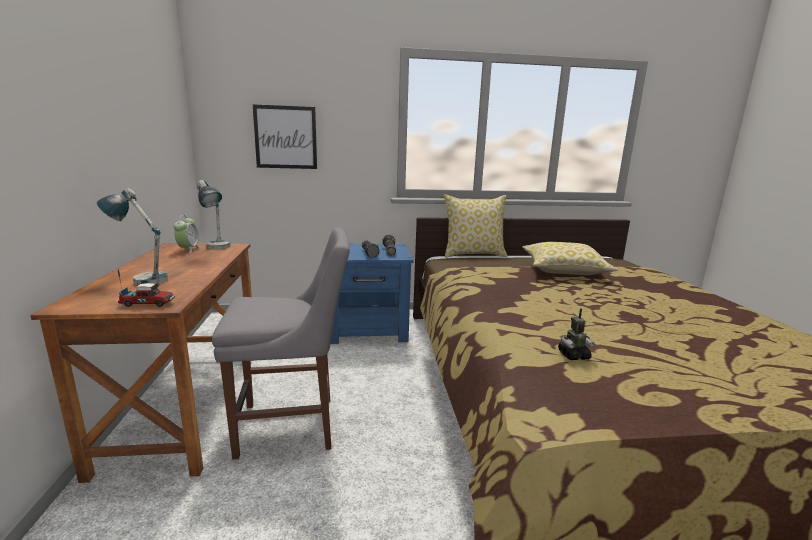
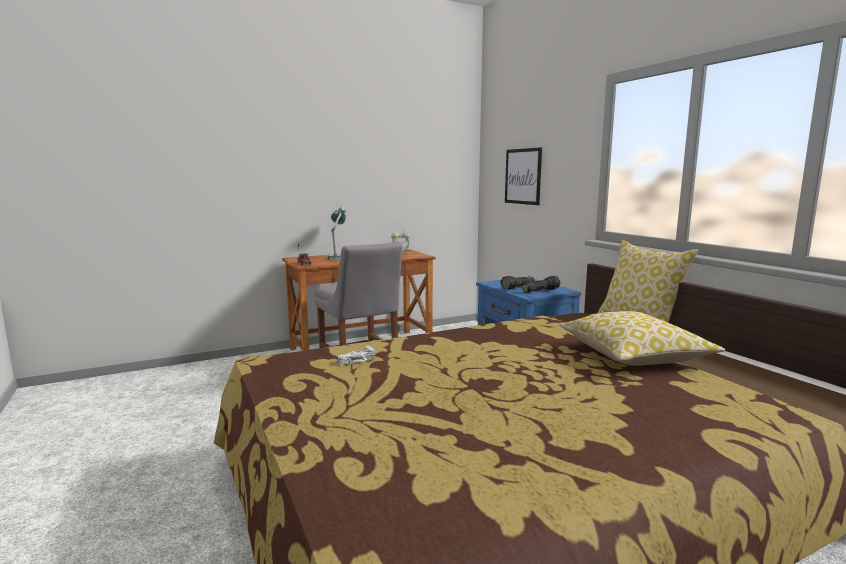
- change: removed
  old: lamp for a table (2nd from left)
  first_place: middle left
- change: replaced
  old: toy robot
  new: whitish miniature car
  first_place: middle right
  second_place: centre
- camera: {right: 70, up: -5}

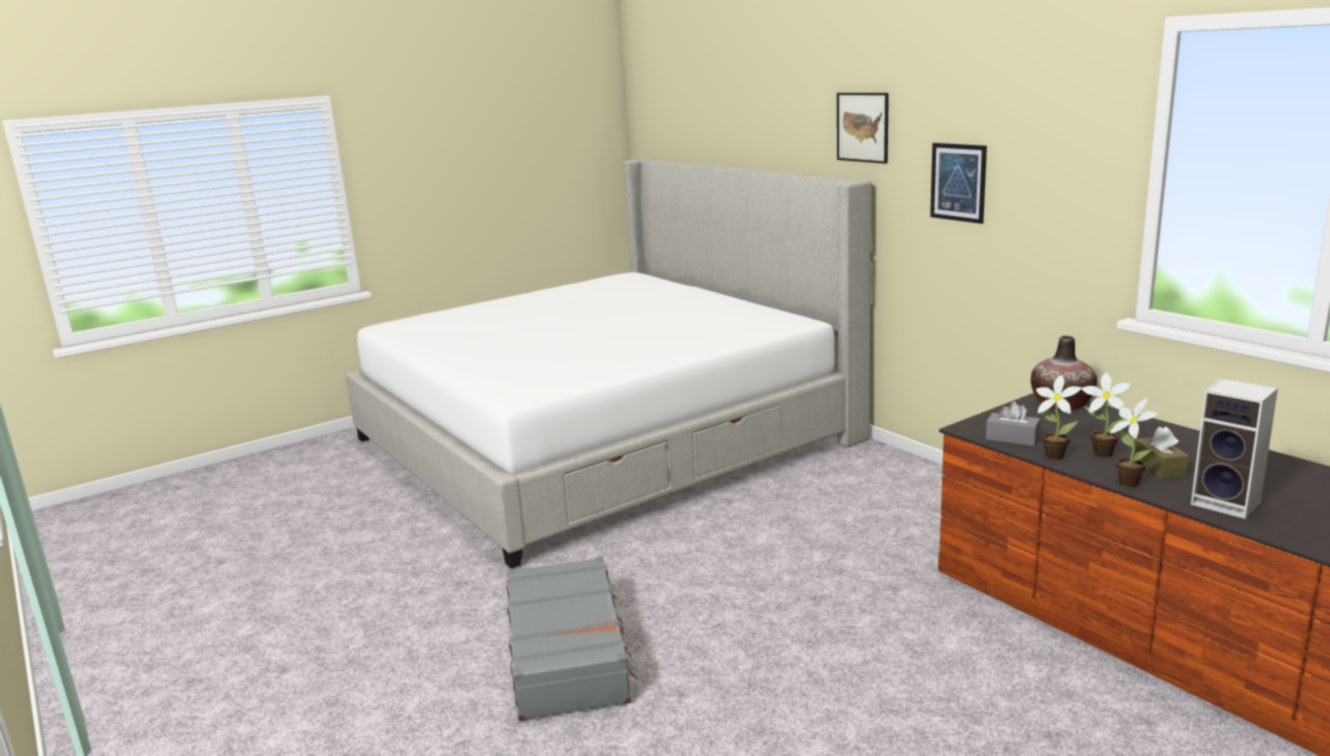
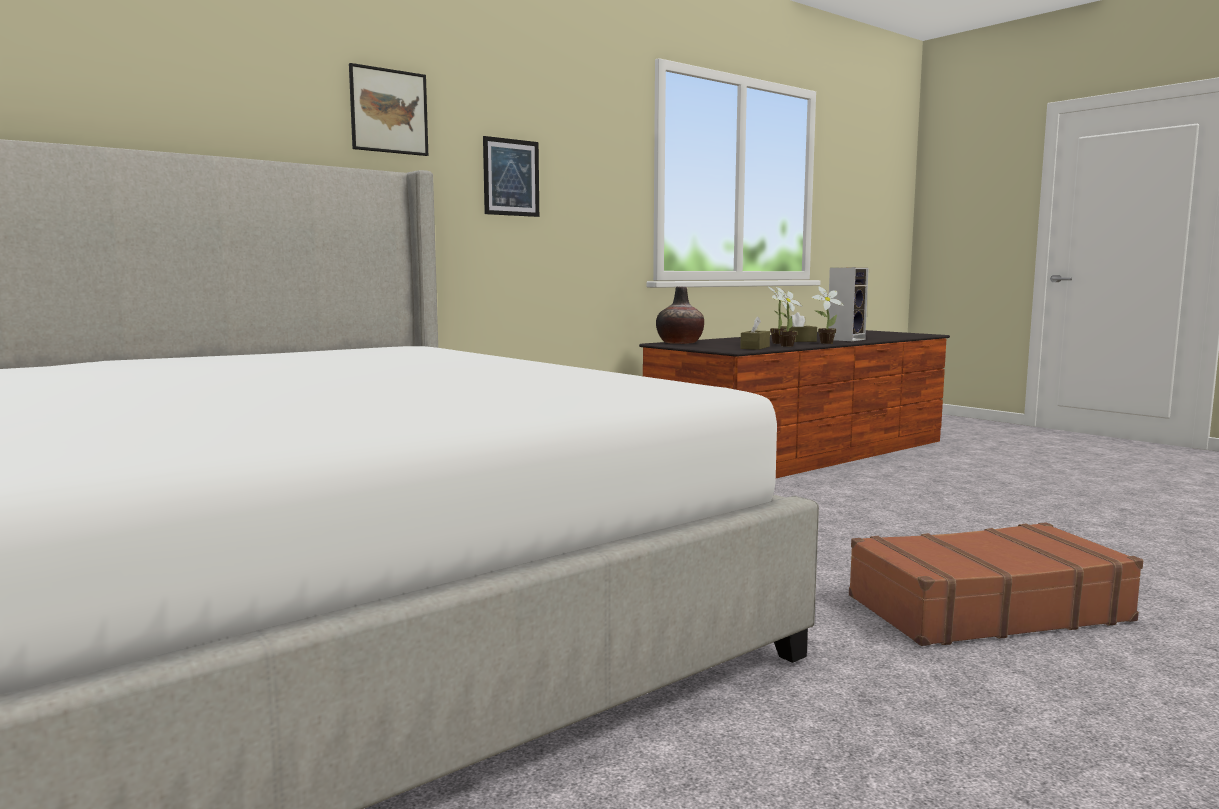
- change: recoloured
  old: gray travel case
  new: brown-coloured travel case
  first_place: bottom centre
  second_place: bottom right
- change: recoloured
  old: gray box of tissues
  new: brown-coloured box of tissues (1st from left)
  first_place: middle right
  second_place: centre
- camera: {right: -95, up: -10}

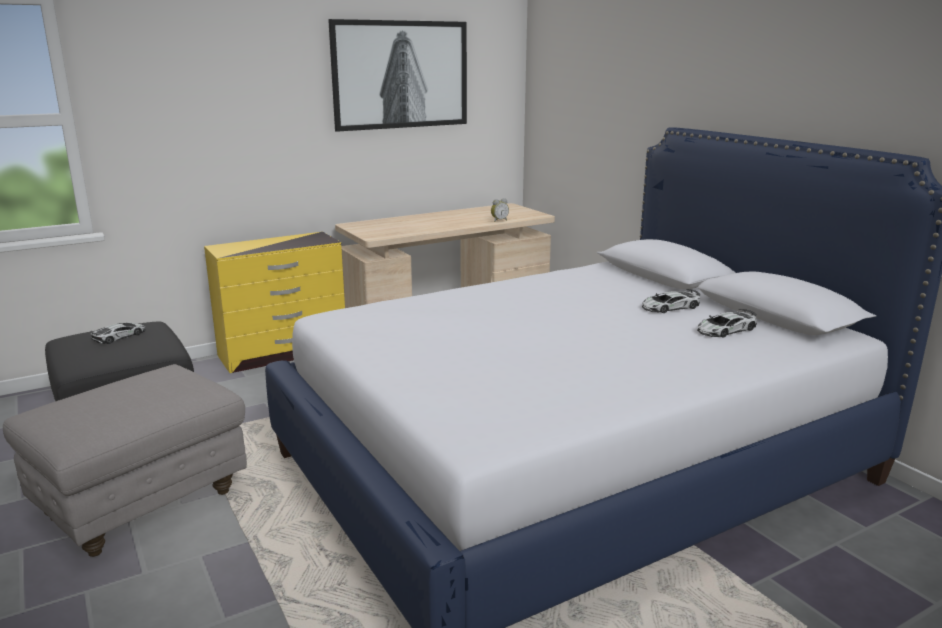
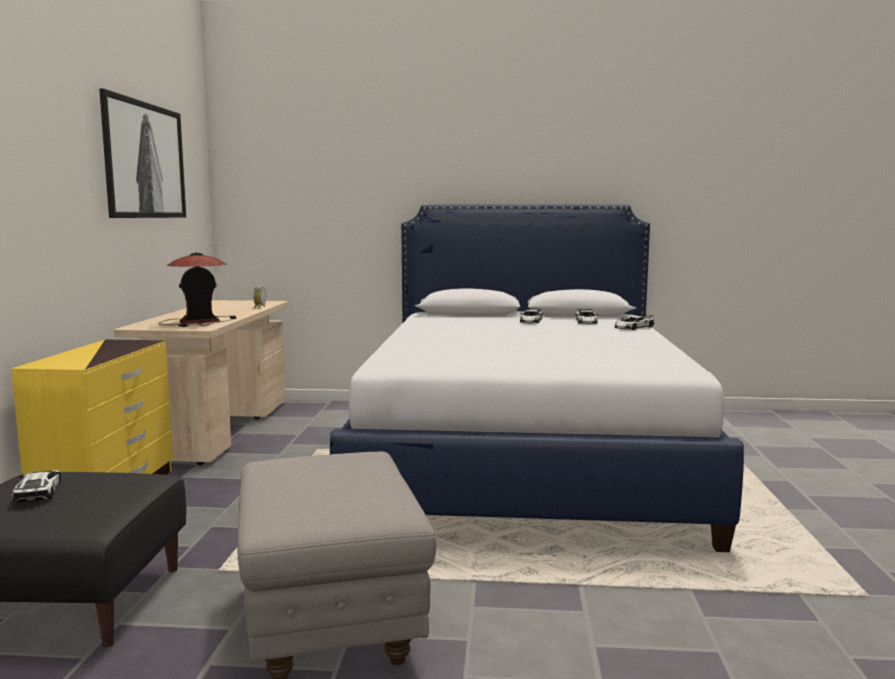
- change: added
  new: lamp for a table
  second_place: middle left
- change: added
  new: miniature car (4th from left)
  second_place: middle right
- camera: {right: -55, up: -10}

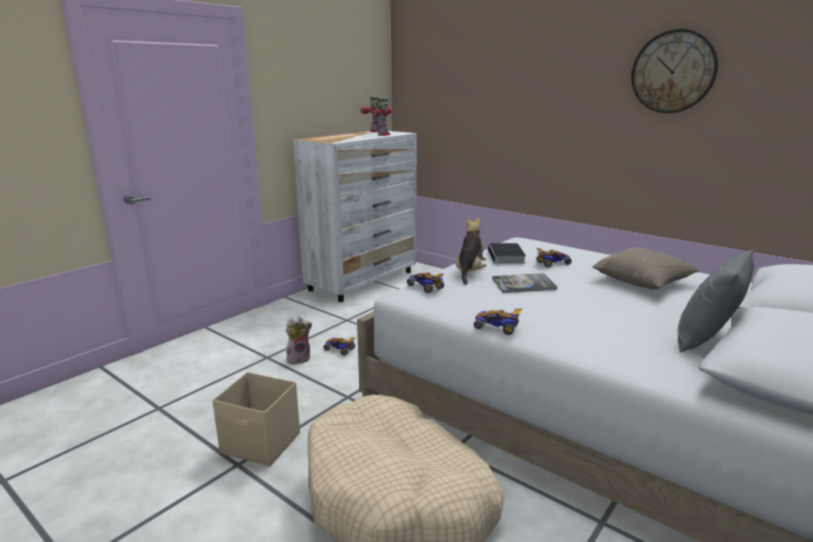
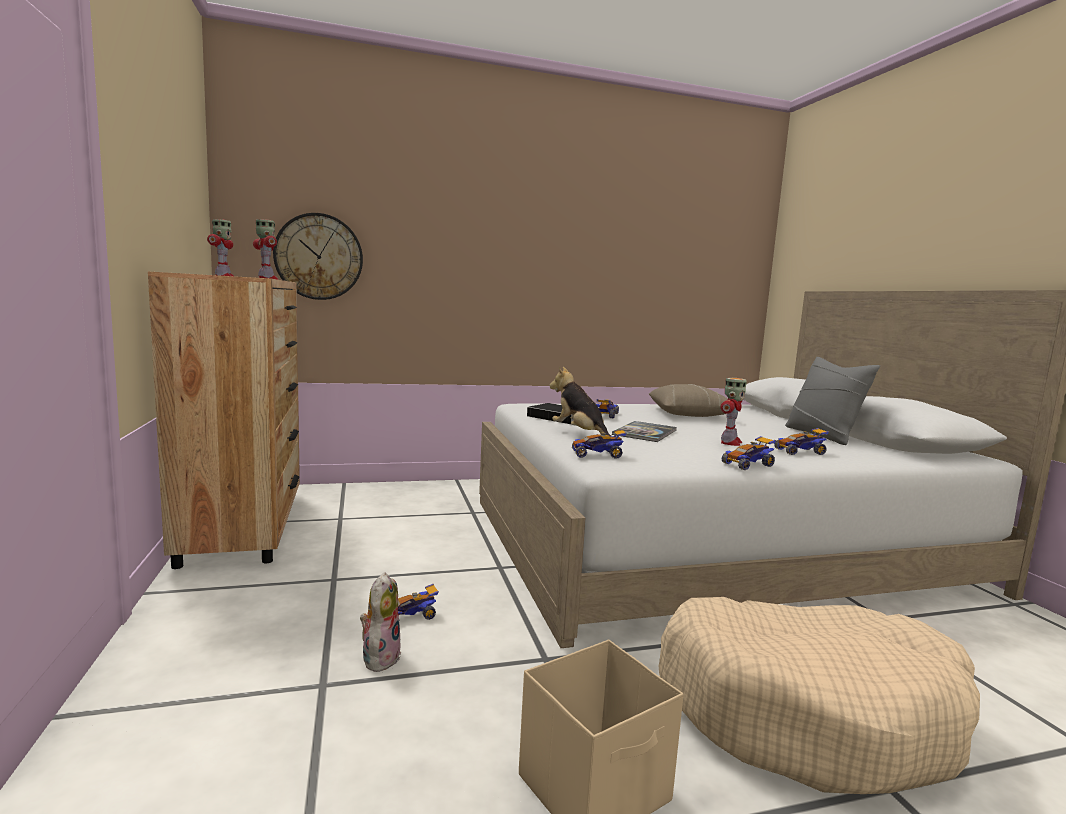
- change: added
  new: toy robot (3rd from left)
  second_place: middle right
- change: added
  new: miniature car (5th from left)
  second_place: middle right
- change: moved
  old: wall clock
  first_place: top right
  second_place: top left
- change: recoloured
  old: whitish dresser
  new: brown-coloured dresser
  first_place: centre
  second_place: middle left
- camera: {right: -55, up: -10}

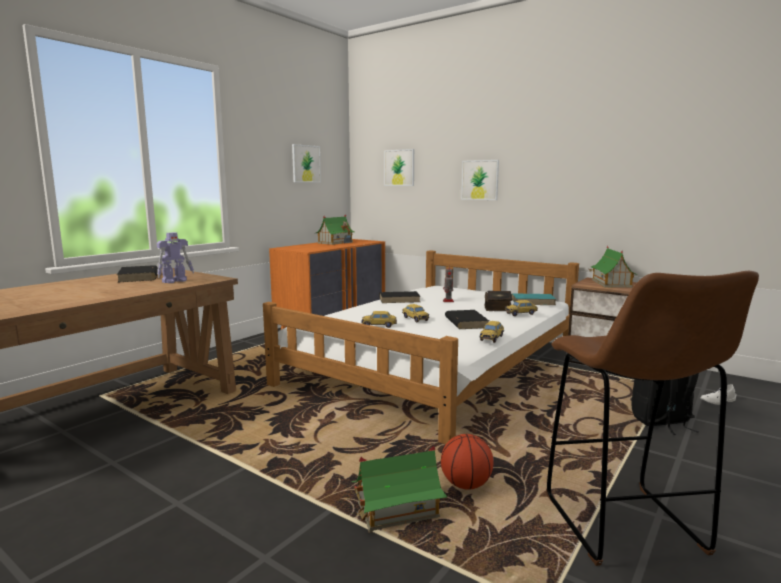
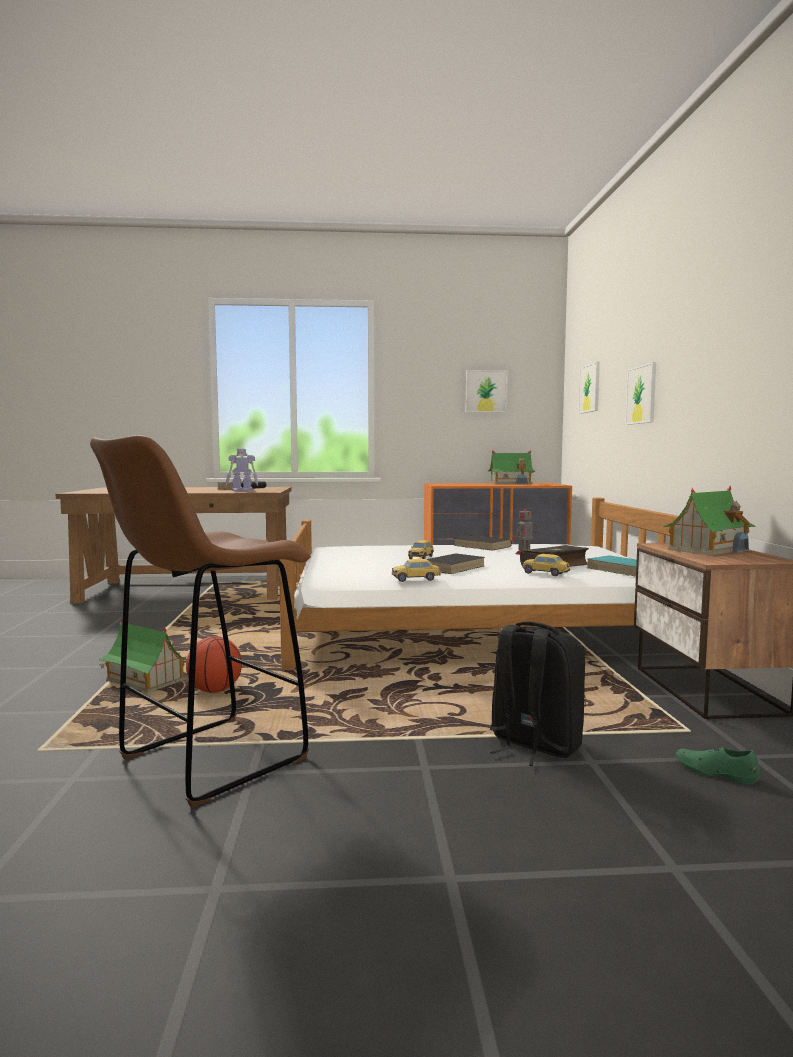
- change: removed
  old: miniature car (1st from left)
  first_place: centre
- change: recoloured
  old: whitish item of footwear
  new: green item of footwear
  first_place: bottom right
  second_place: bottom right
- camera: {right: 50, up: -5}

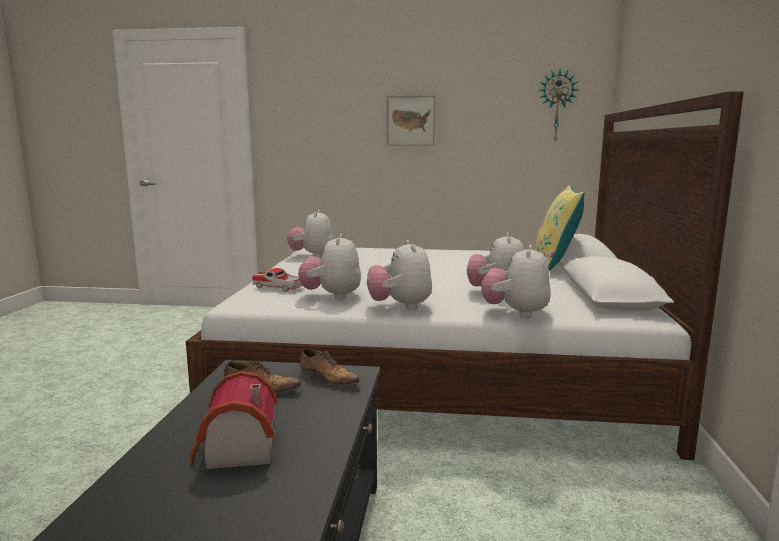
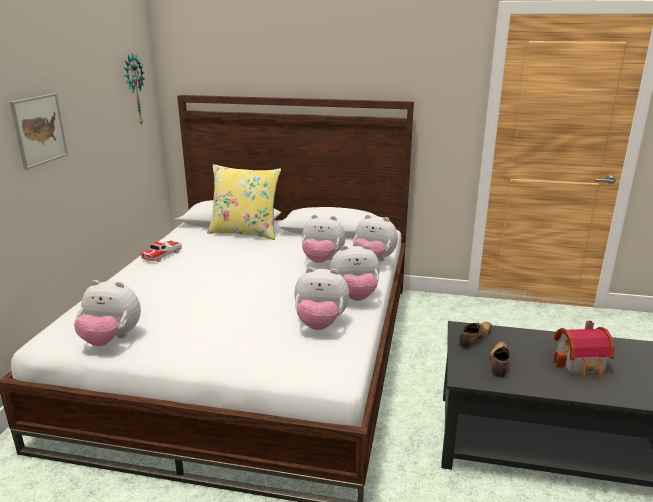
- change: moved
  old: miniature car
  first_place: centre
  second_place: middle left
- camera: {right: -85, up: 10}

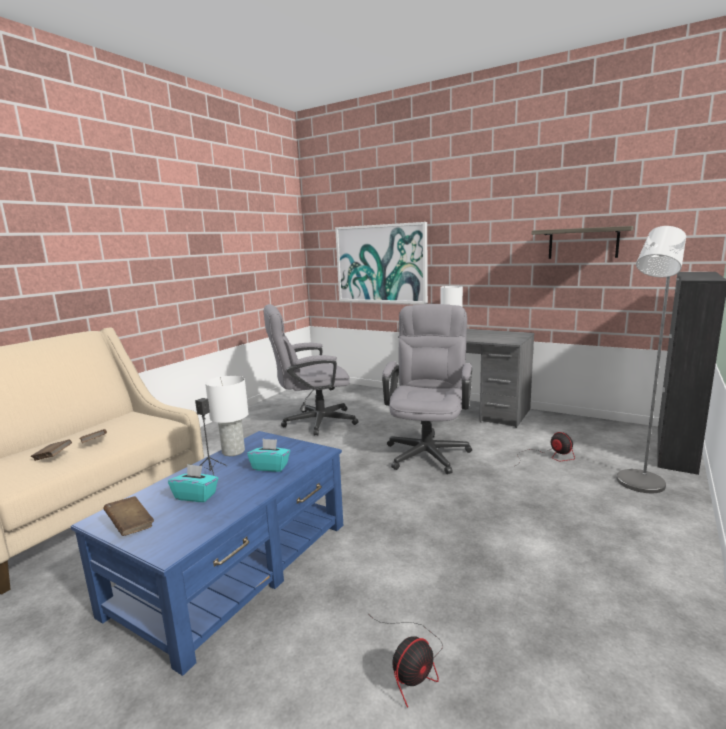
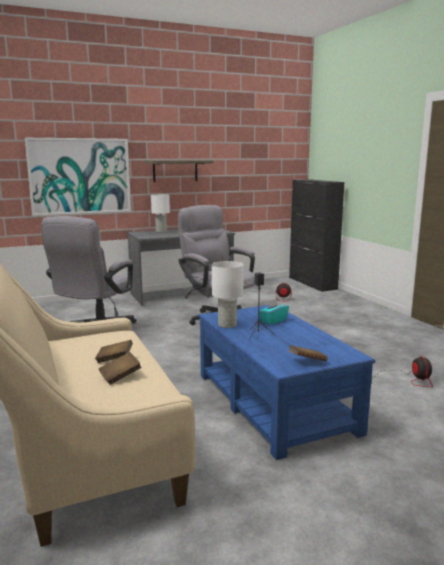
- change: removed
  old: turquoise-coloured box of tissues (1st from left)
  first_place: middle left
- change: removed
  old: gray floor lamp
  first_place: middle right
- change: moved
  old: bracket shelf
  first_place: top right
  second_place: top centre
- camera: {right: -55, up: 0}

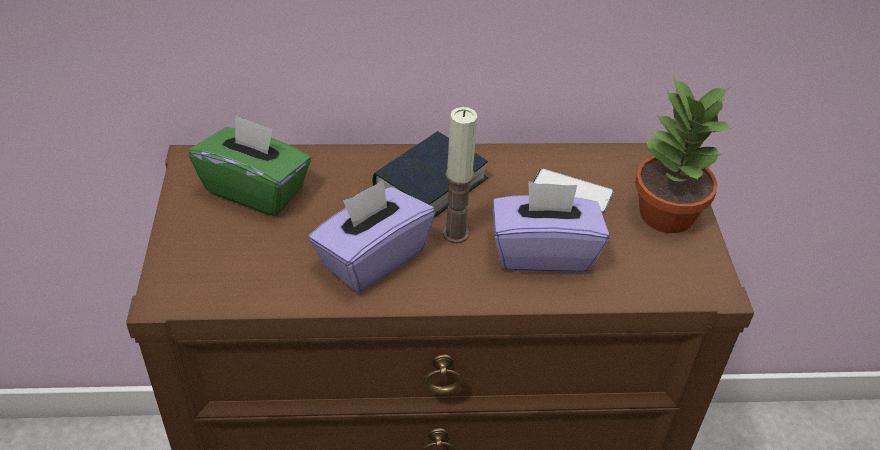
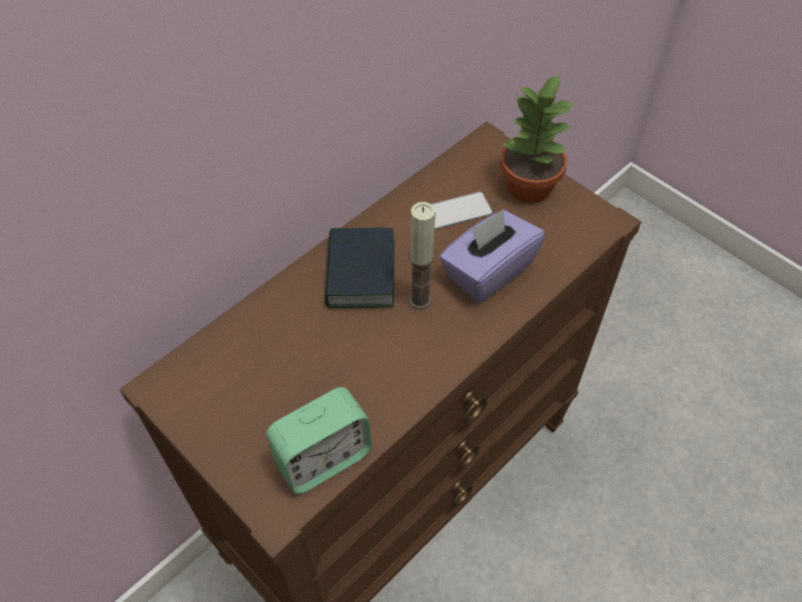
- change: removed
  old: green box of tissues
  first_place: middle left
- change: removed
  old: purple-coloured box of tissues (1st from left)
  first_place: centre
- change: added
  new: bedside clock
  second_place: bottom centre
- camera: {right: -40, up: 10}

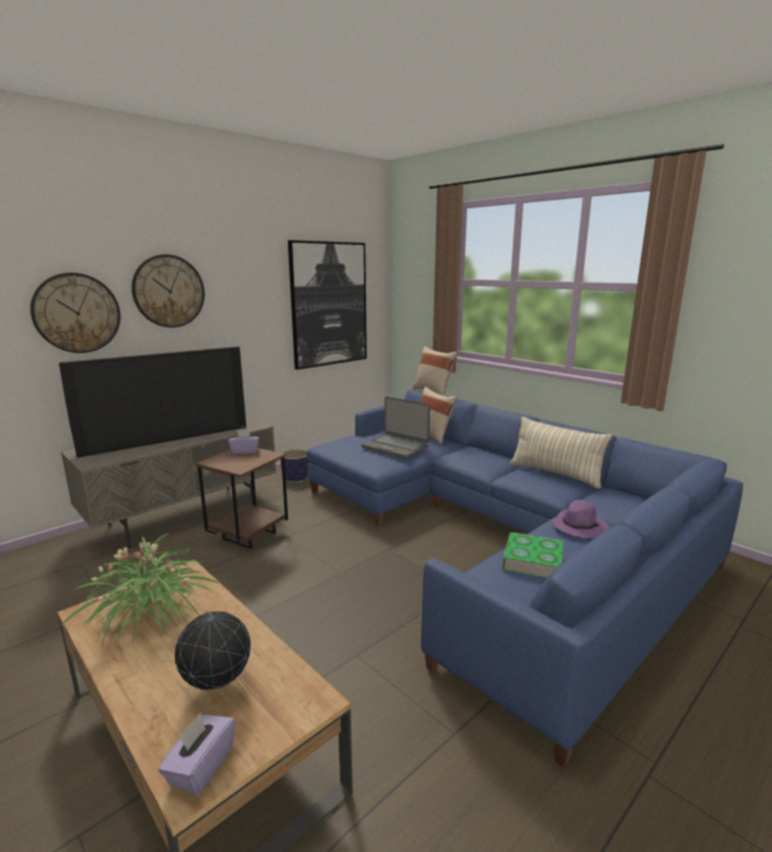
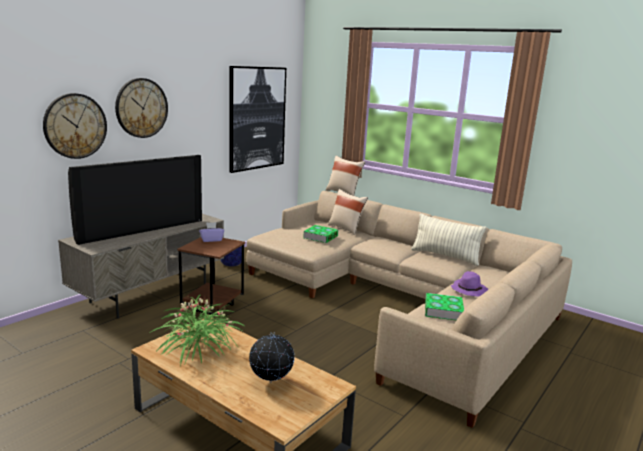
- change: removed
  old: purple-coloured box of tissues (1st from left)
  first_place: bottom left
- change: replaced
  old: laptop
  new: bound book (1st from left)
  first_place: centre
  second_place: centre
- change: recoloured
  old: blue-coloured couch
  new: sand-coloured couch
  first_place: bottom right
  second_place: bottom centre
- camera: {right: -10, up: 0}

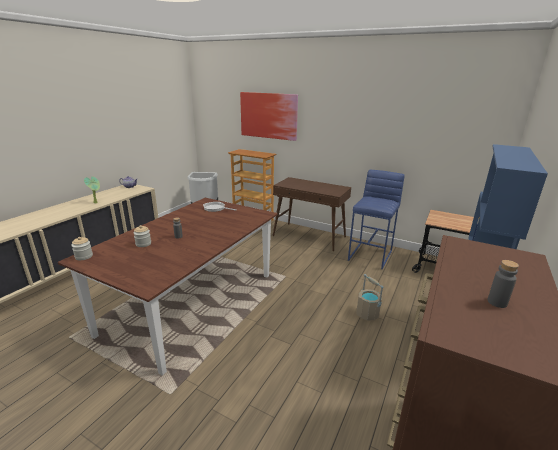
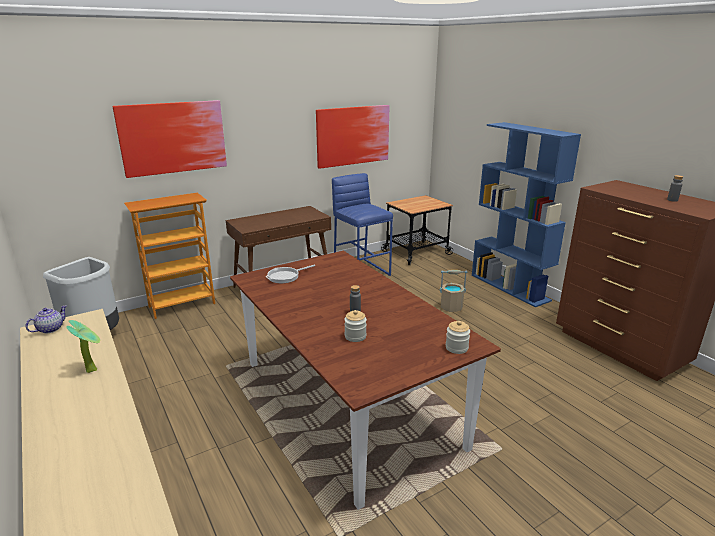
- change: added
  new: picture (2nd from left)
  second_place: top centre
- change: moved
  old: jar (1st from left in the first image)
  new: jar (2nd from left)
  first_place: middle left
  second_place: centre
- camera: {right: -60, up: 0}

